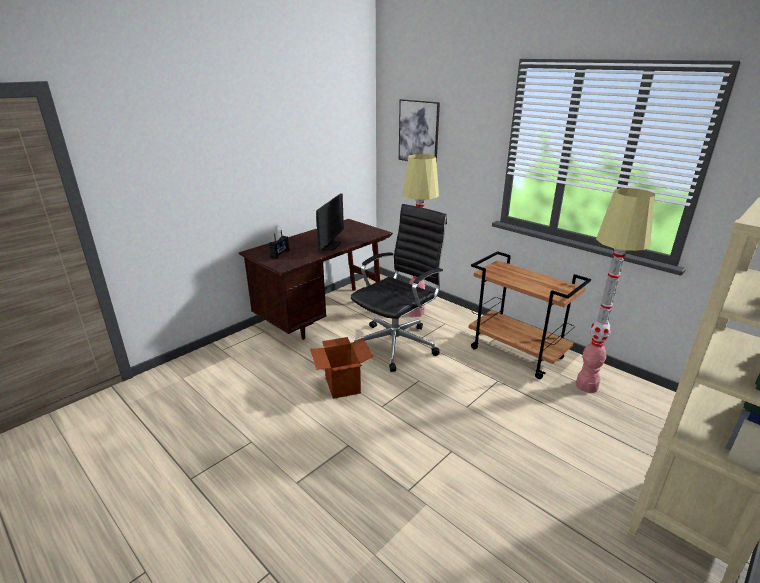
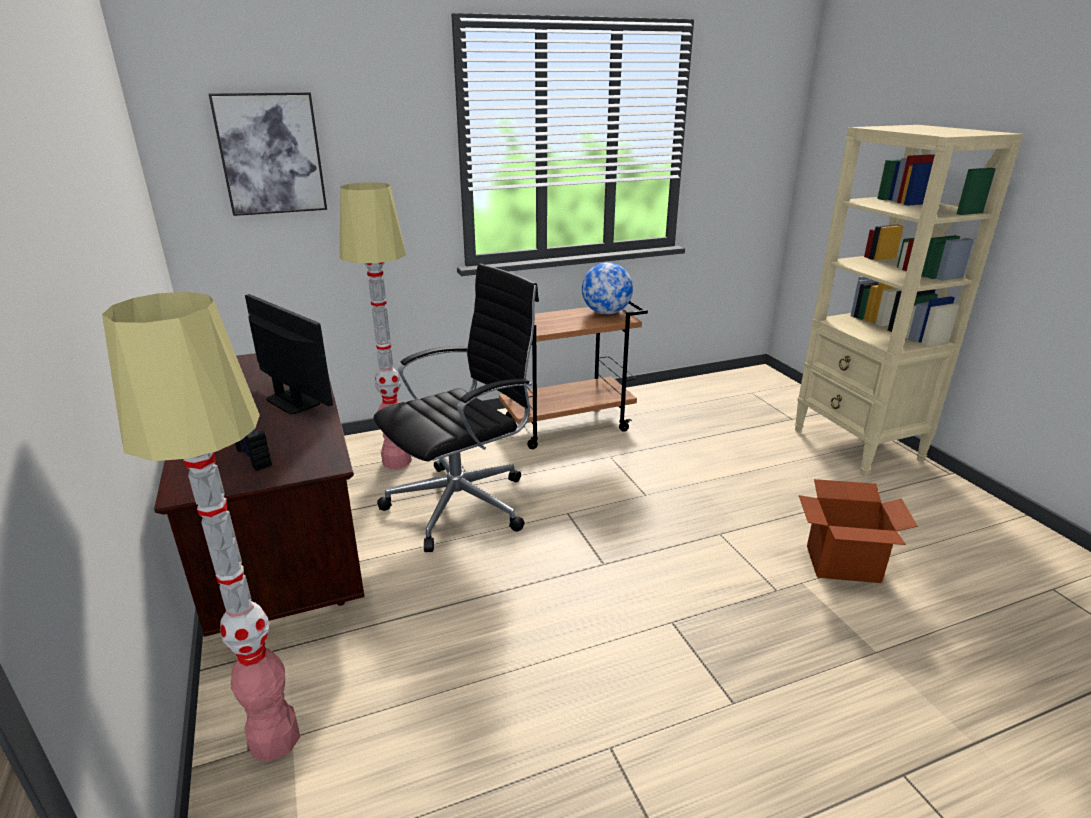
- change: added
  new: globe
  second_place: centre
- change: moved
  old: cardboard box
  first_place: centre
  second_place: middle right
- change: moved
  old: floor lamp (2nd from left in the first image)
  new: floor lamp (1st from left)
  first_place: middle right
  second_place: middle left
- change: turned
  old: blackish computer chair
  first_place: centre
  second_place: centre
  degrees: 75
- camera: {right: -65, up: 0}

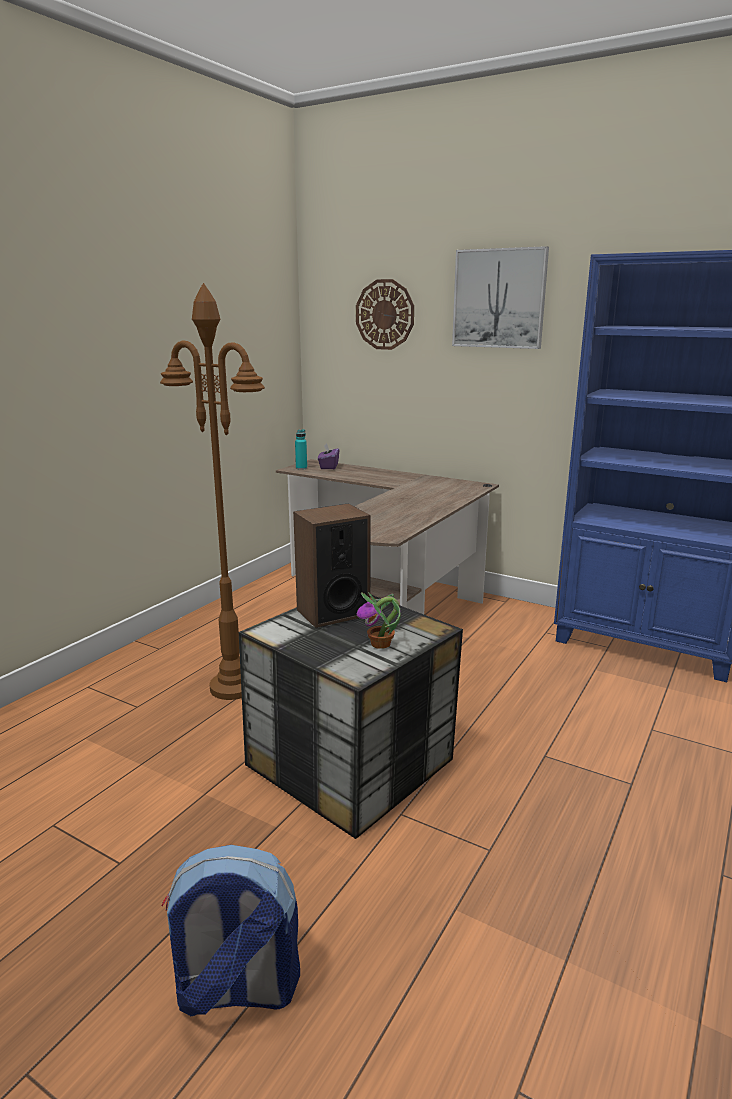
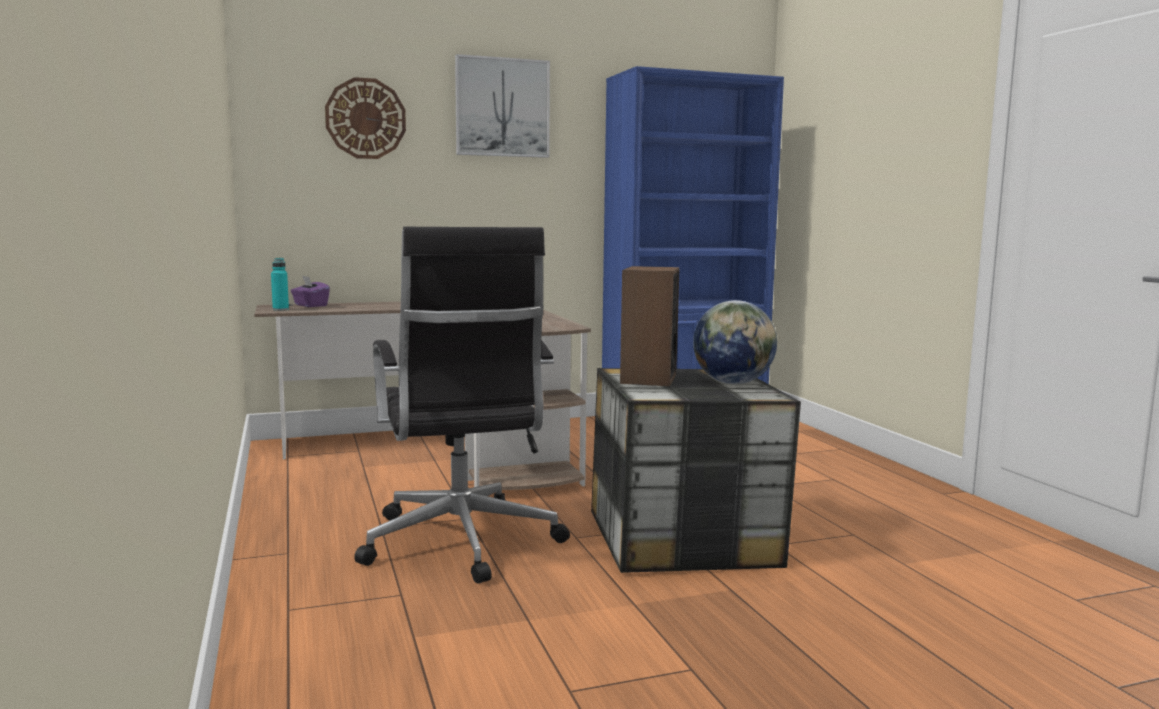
- change: removed
  old: rucksack
  first_place: bottom left
- change: replaced
  old: brown-coloured floor lamp
  new: blackish computer chair
  first_place: middle left
  second_place: centre
- change: replaced
  old: potted plant
  new: globe
  first_place: centre
  second_place: centre
- camera: {right: -50, up: -10}

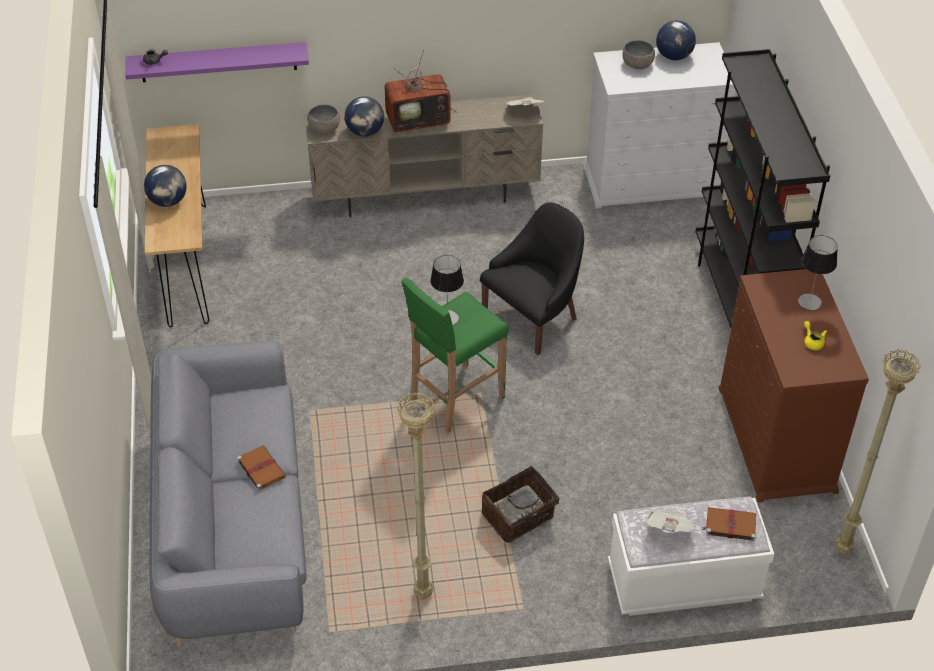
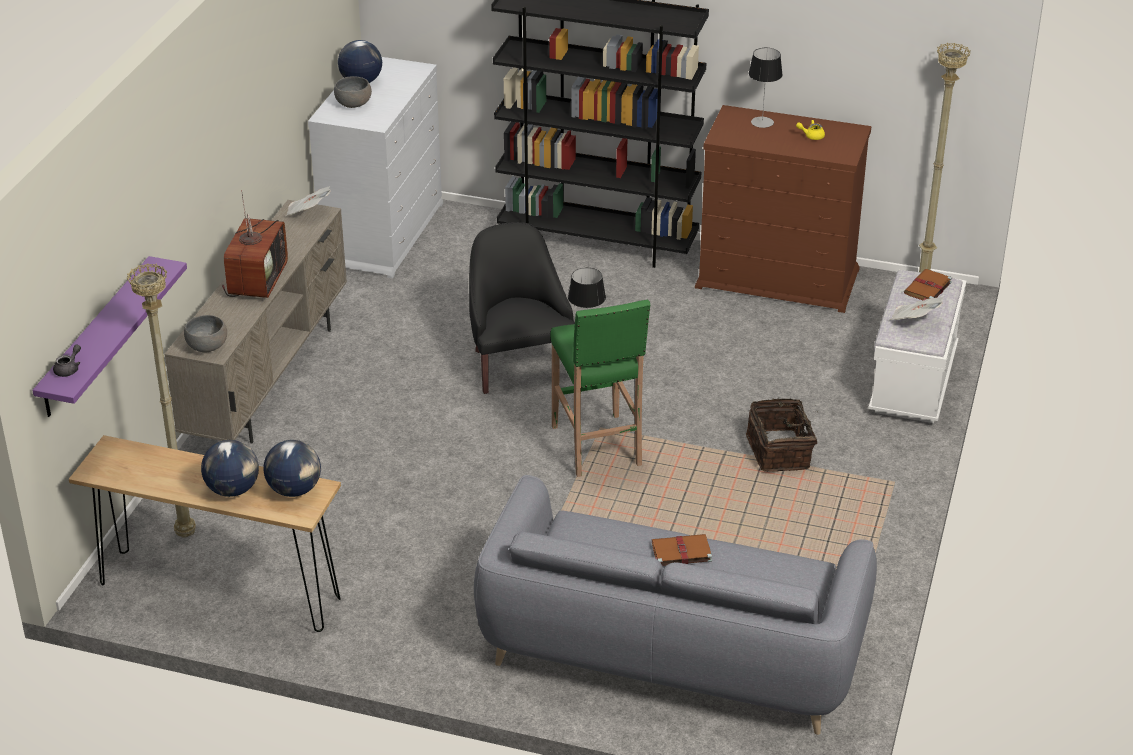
- change: moved
  old: globe (2nd from left)
  first_place: top centre
  second_place: middle left
- change: moved
  old: sand-coloured floor lamp (1st from left)
  first_place: bottom centre
  second_place: middle left
- camera: {right: -65, up: -10}

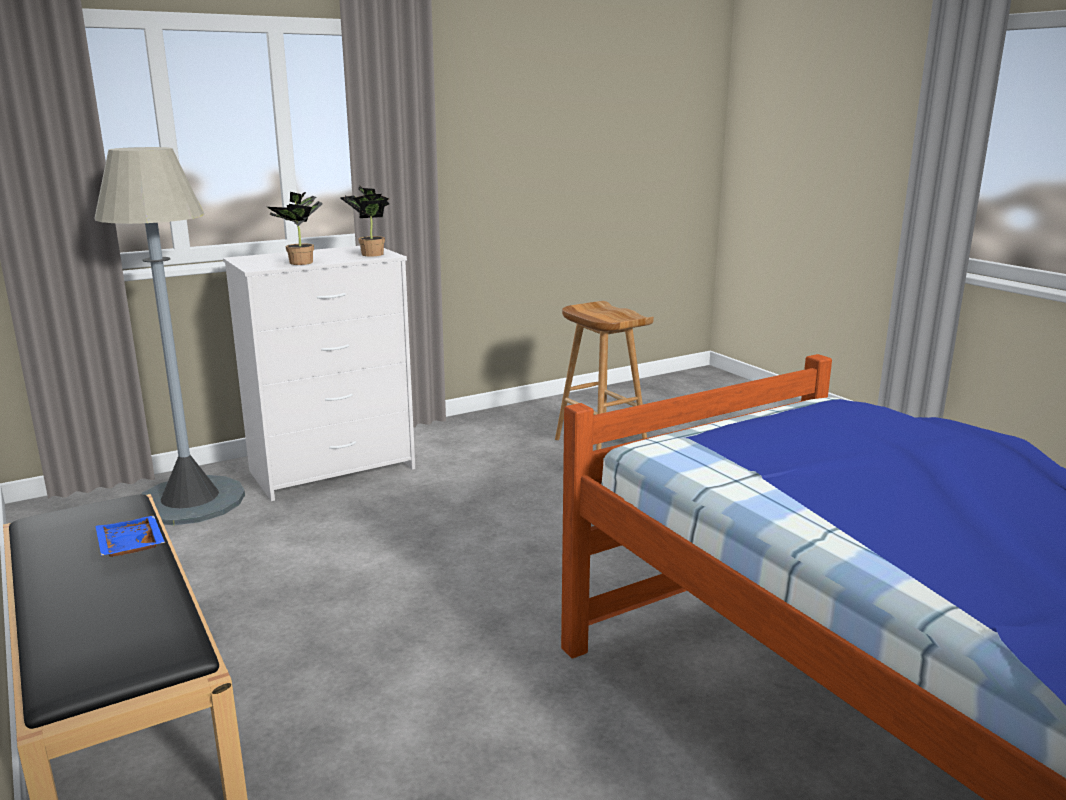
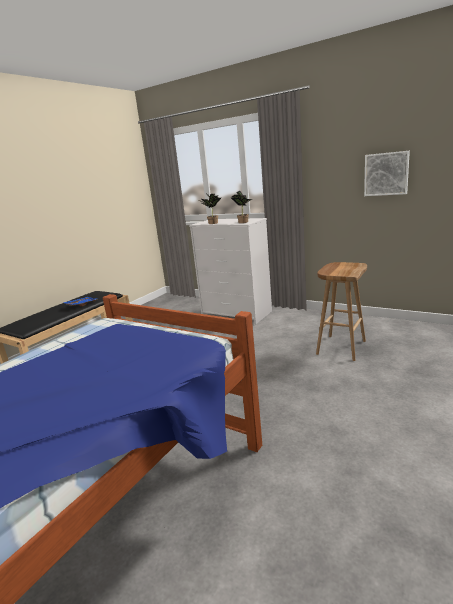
- change: removed
  old: gray floor lamp
  first_place: middle left
- change: added
  new: picture
  second_place: top right
- camera: {right: 65, up: 0}

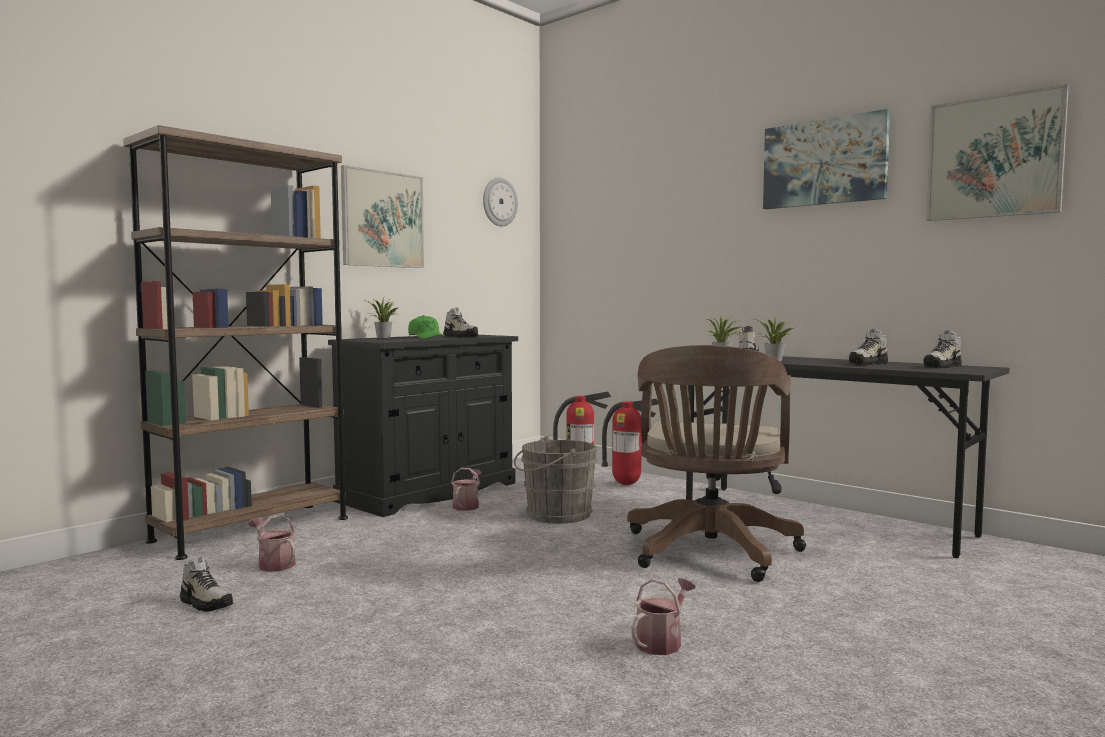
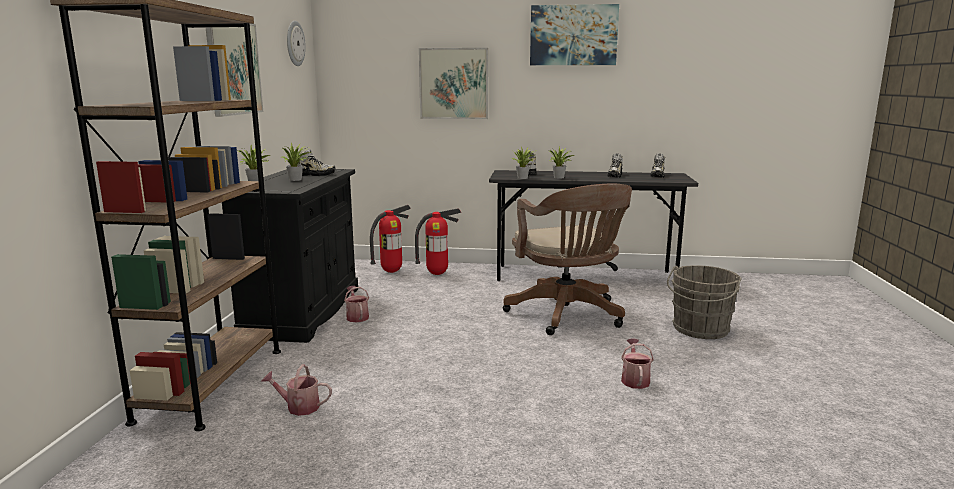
- change: removed
  old: item of footwear (1st from left)
  first_place: bottom left
- change: moved
  old: gray bucket
  first_place: centre
  second_place: middle right
- change: moved
  old: picture (3rd from left in the first image)
  new: picture (2nd from left)
  first_place: top right
  second_place: top centre
- change: replaced
  old: green peaked cap
  new: potted plant (2nd from left)
  first_place: centre
  second_place: top left
- camera: {right: -35, up: 10}

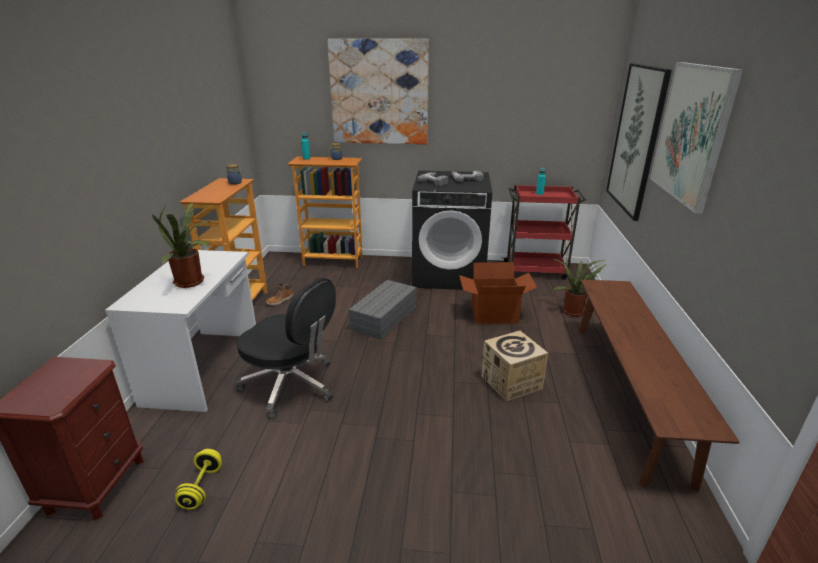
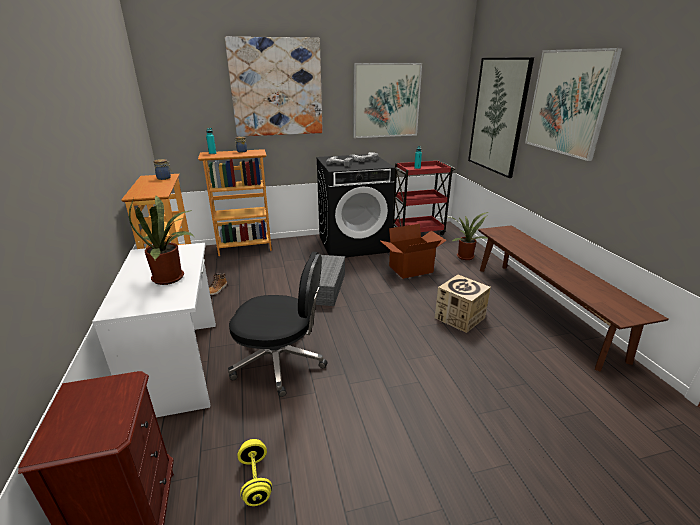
- change: added
  new: picture (2nd from left)
  second_place: top centre
- camera: {right: -20, up: 0}

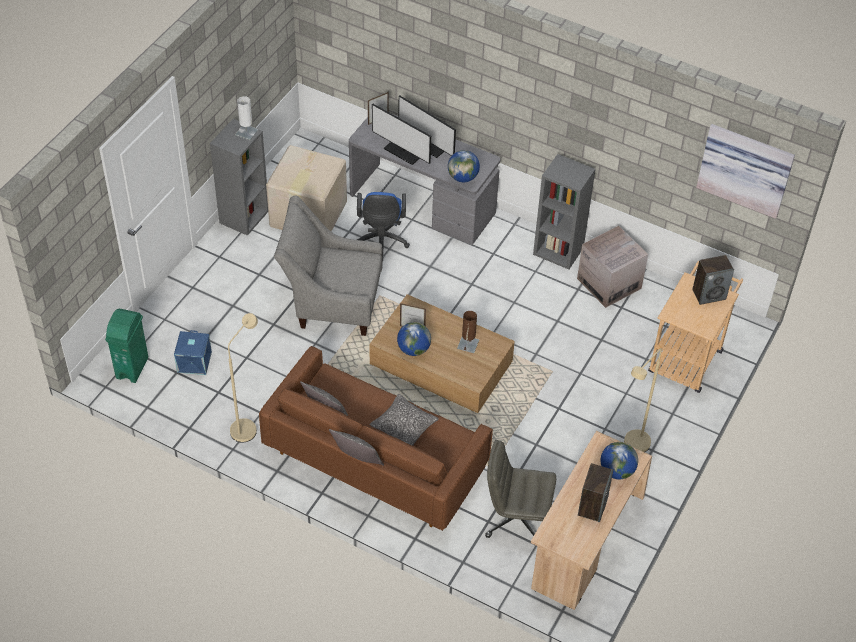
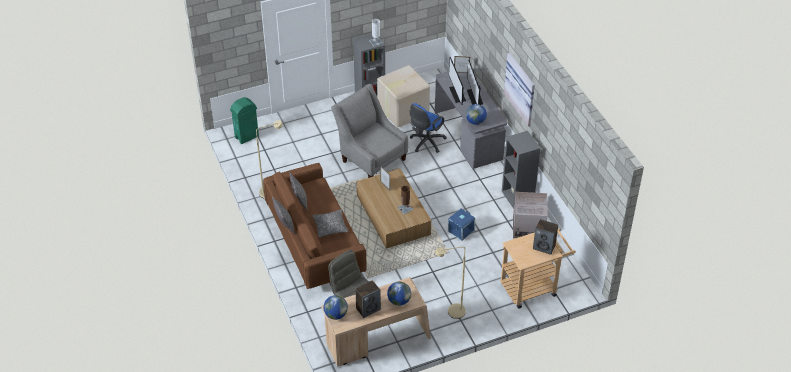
- change: moved
  old: blue-coloured storage box
  first_place: middle left
  second_place: centre
- change: moved
  old: globe (1st from left)
  first_place: centre
  second_place: bottom centre
- change: moved
  old: picture
  first_place: top right
  second_place: top centre
- camera: {right: 40, up: -5}

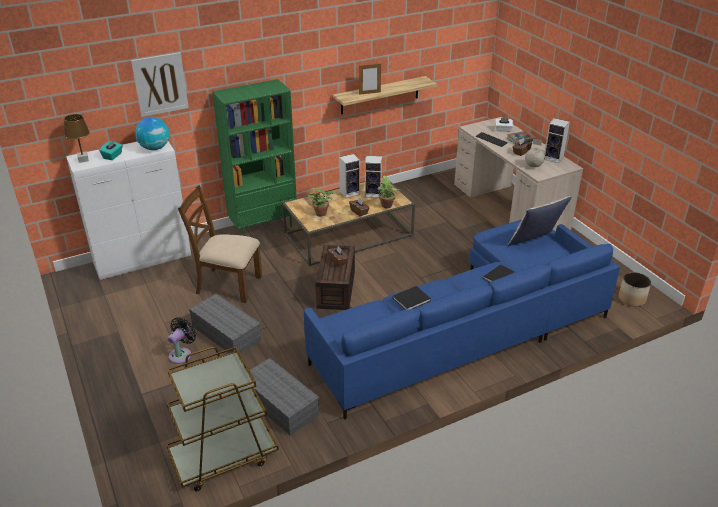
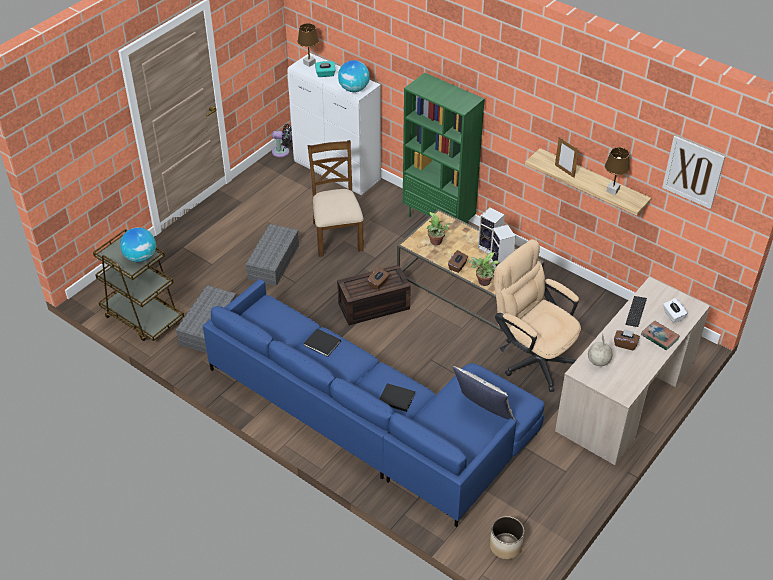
- change: removed
  old: audio speaker (3rd from left)
  first_place: top right
- change: added
  new: globe (1st from left)
  second_place: middle left
- change: added
  new: sand-coloured computer chair
  second_place: middle right
- change: added
  new: brown-coloured lamp for a table (2nd from left)
  second_place: top right
- change: moved
  old: picture
  first_place: top left
  second_place: top right
- change: moved
  old: blackish fan
  first_place: bottom left
  second_place: top centre
- camera: {right: 65, up: 10}

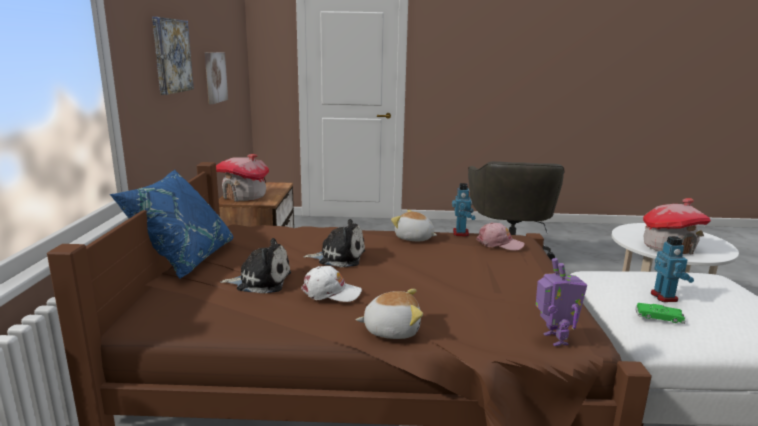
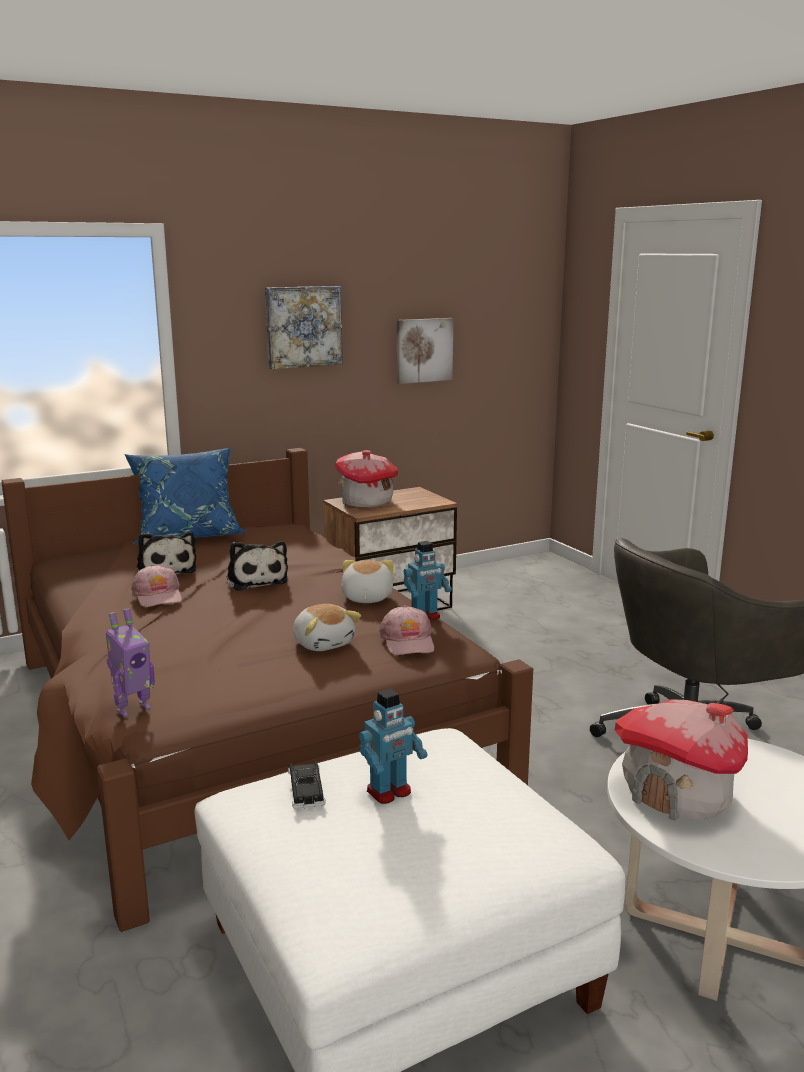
- change: moved
  old: soft toy (3rd from left)
  first_place: bottom centre
  second_place: centre
- change: recoloured
  old: whitish peaked cap
  new: pink-coloured peaked cap (1st from left)
  first_place: bottom centre
  second_place: middle left
- change: recoloured
  old: green miniature car
  new: blackish miniature car
  first_place: bottom right
  second_place: bottom centre
- camera: {right: 60, up: 0}

